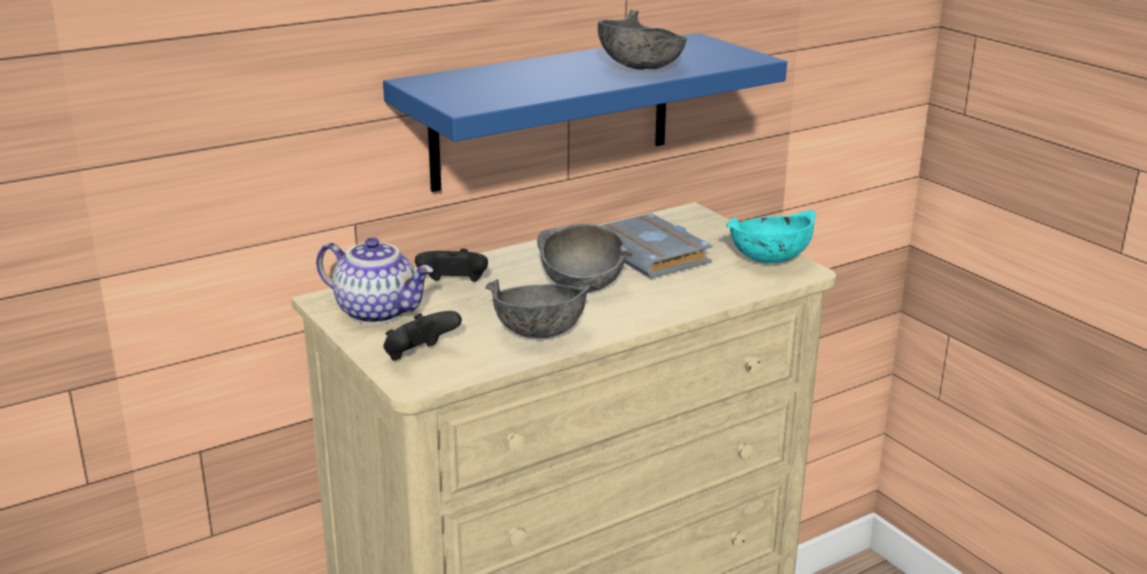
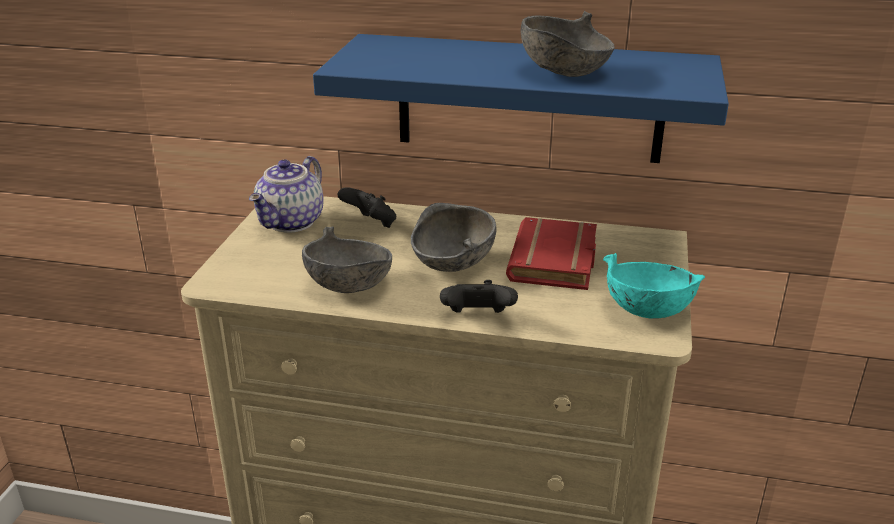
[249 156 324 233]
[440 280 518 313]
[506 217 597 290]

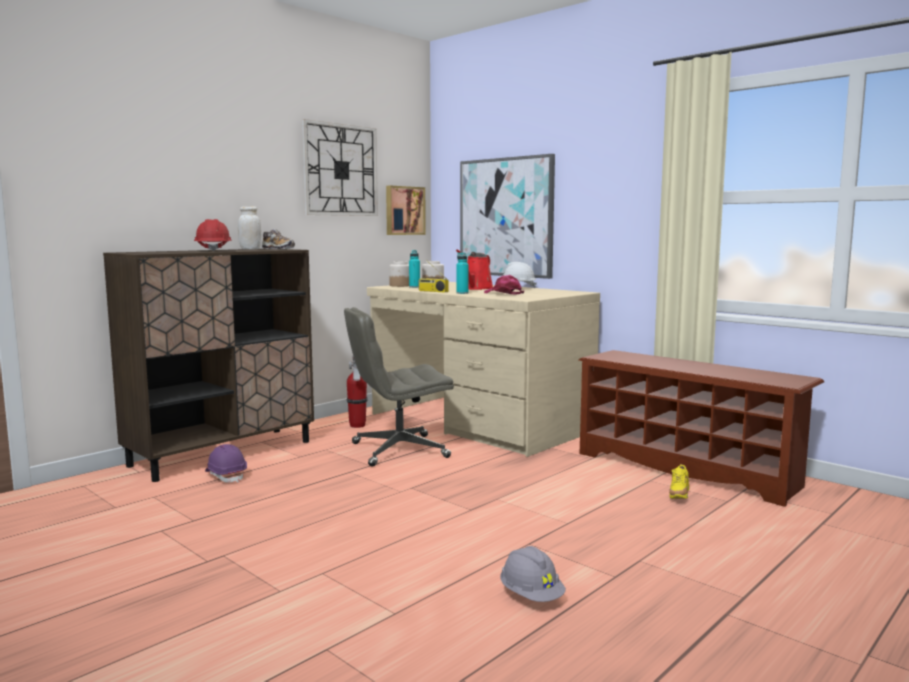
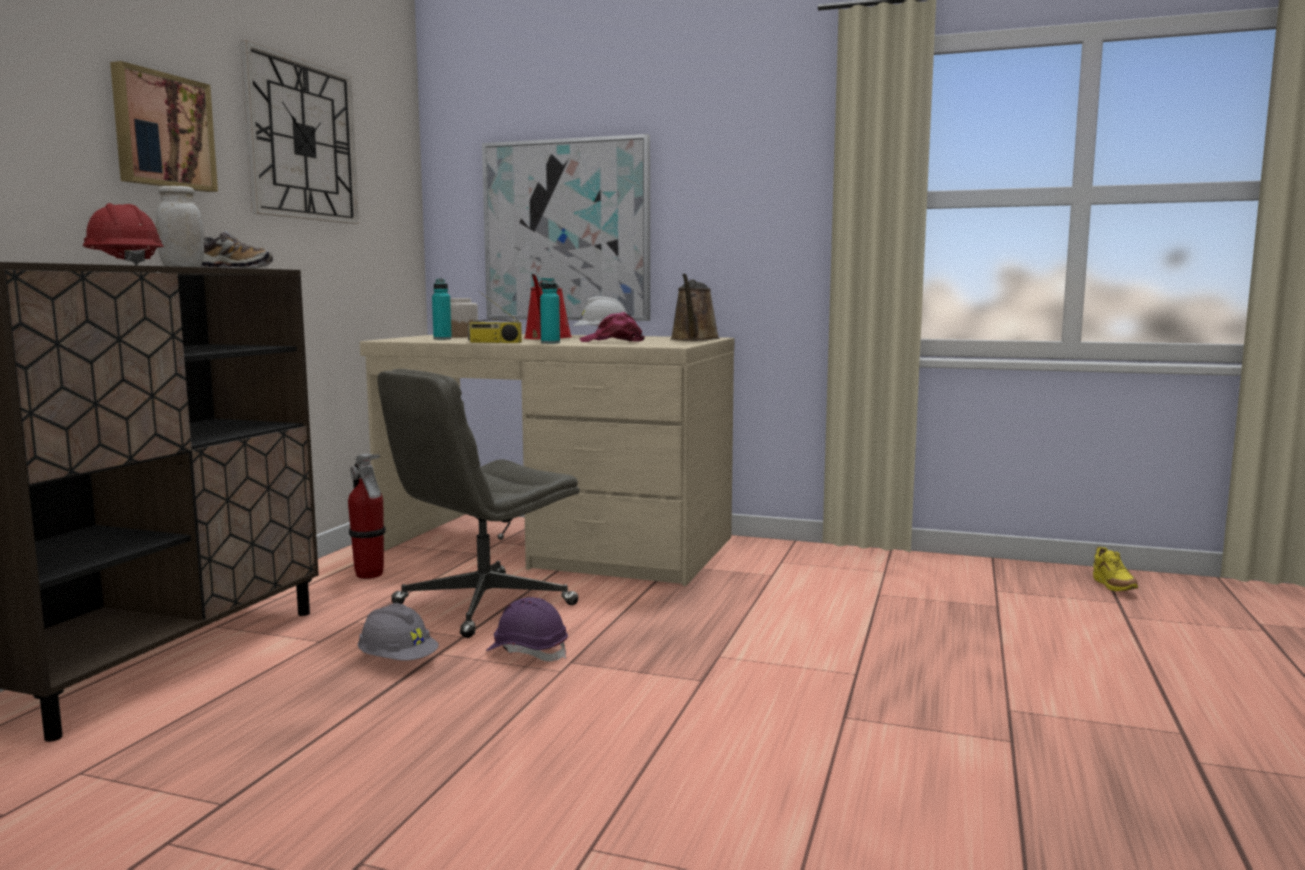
[110 61 218 192]
[357 603 439 661]
[486 597 568 662]
[670 274 720 341]
[1093 547 1138 591]
[389 261 409 287] (first image)
[578 350 824 507] (first image)

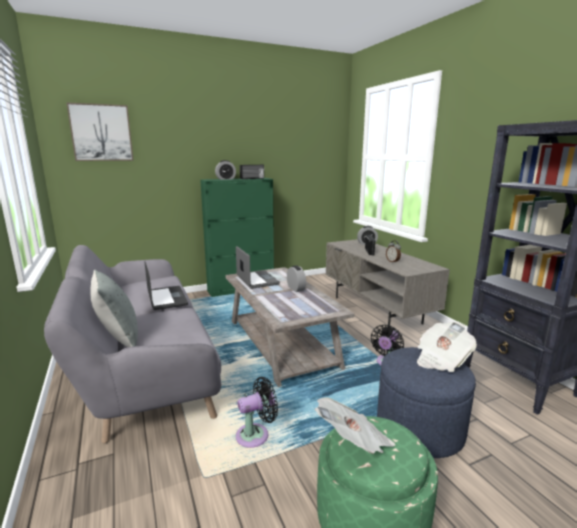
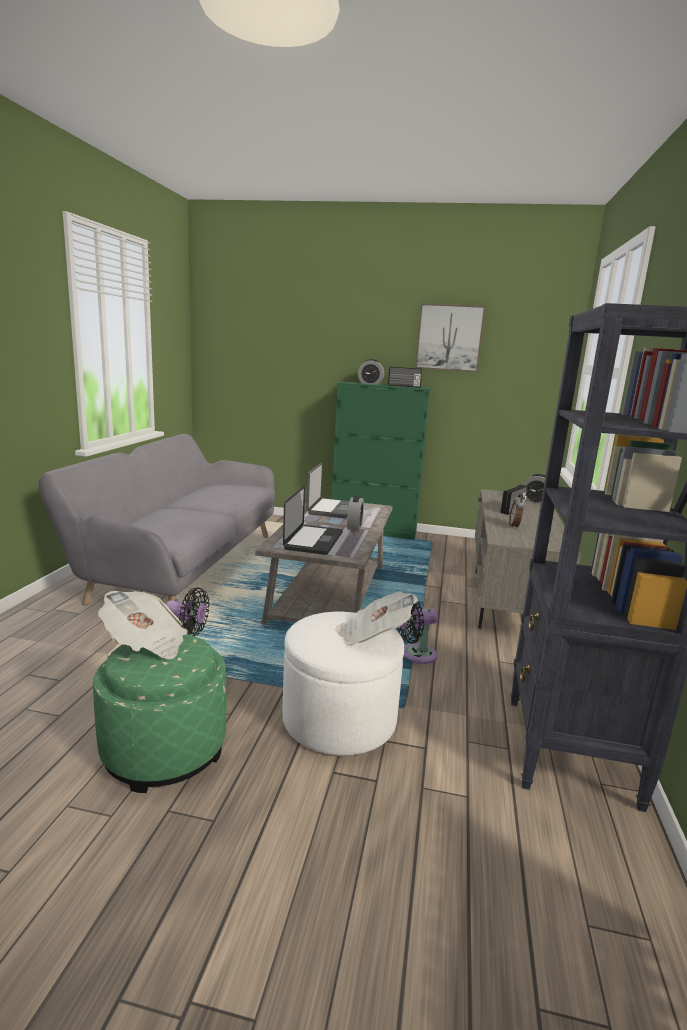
[283 486 343 555]
[283 612 404 756]
[415 303 485 372]
[90 270 138 347] (first image)

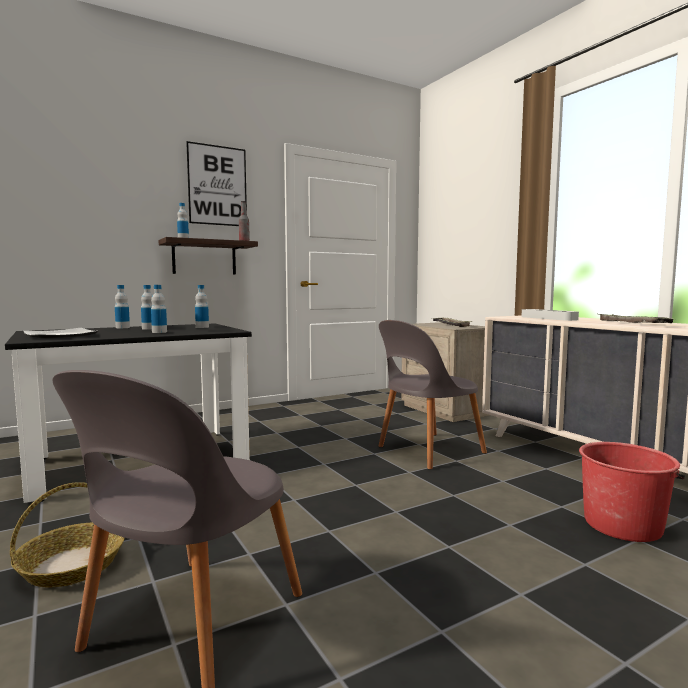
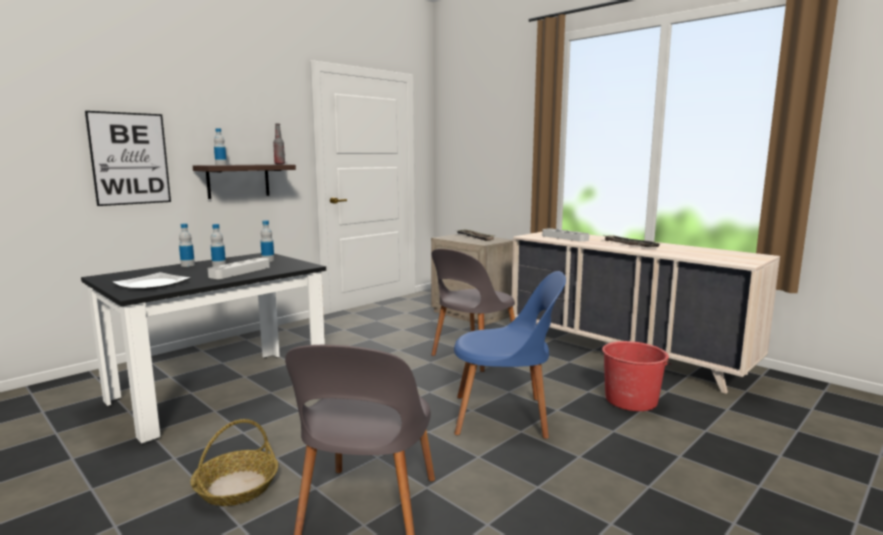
[85 111 171 206]
[208 258 270 279]
[454 271 566 439]

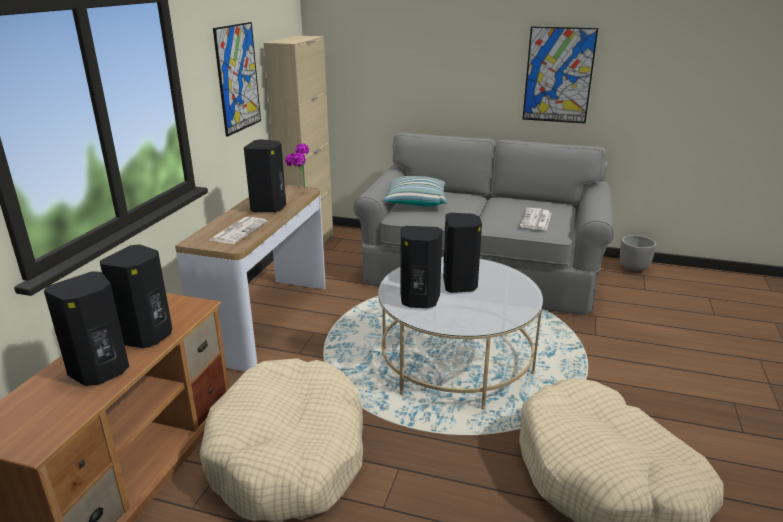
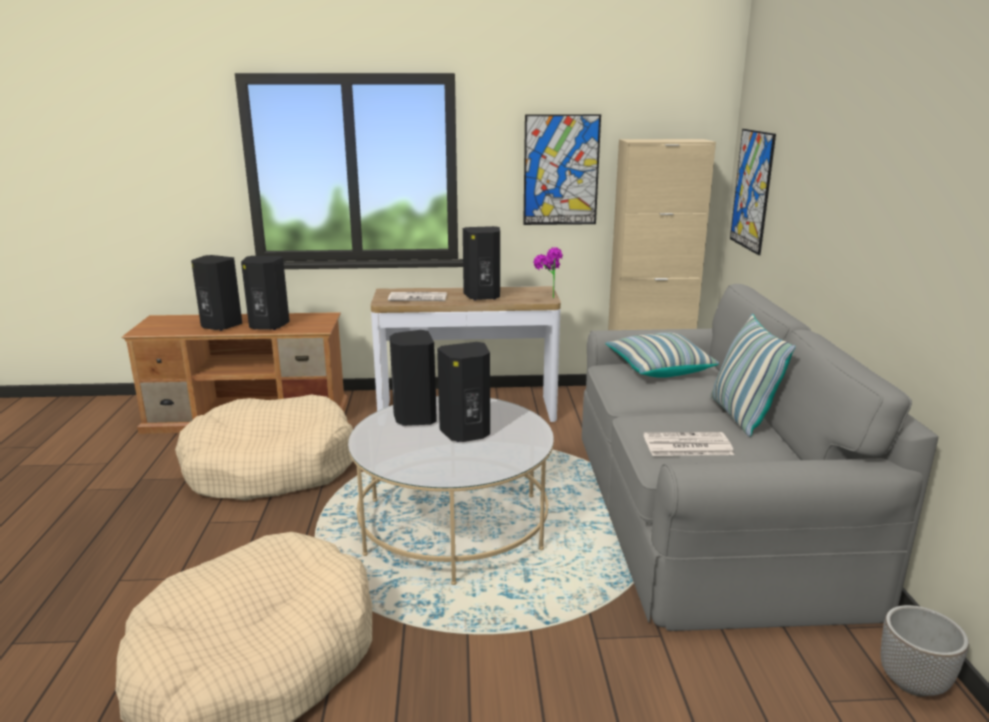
[711 314 796 437]
[730 129 776 255]

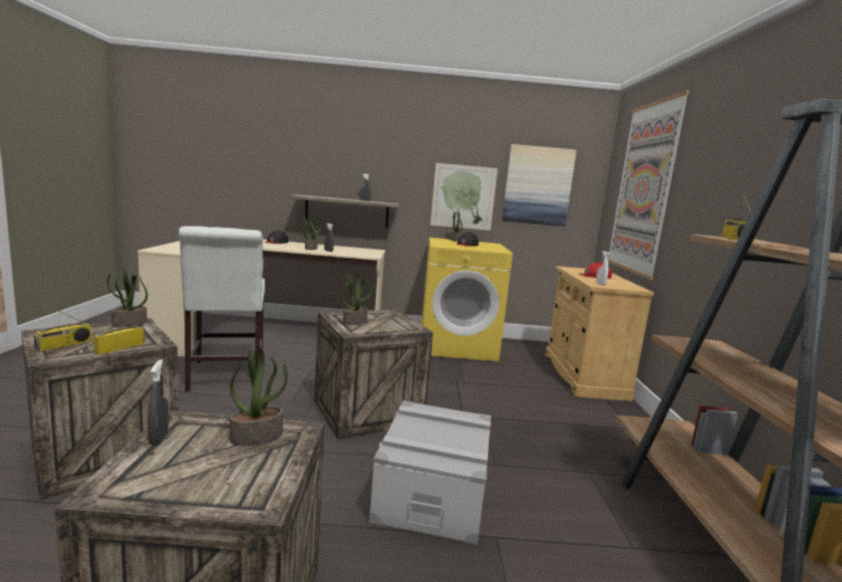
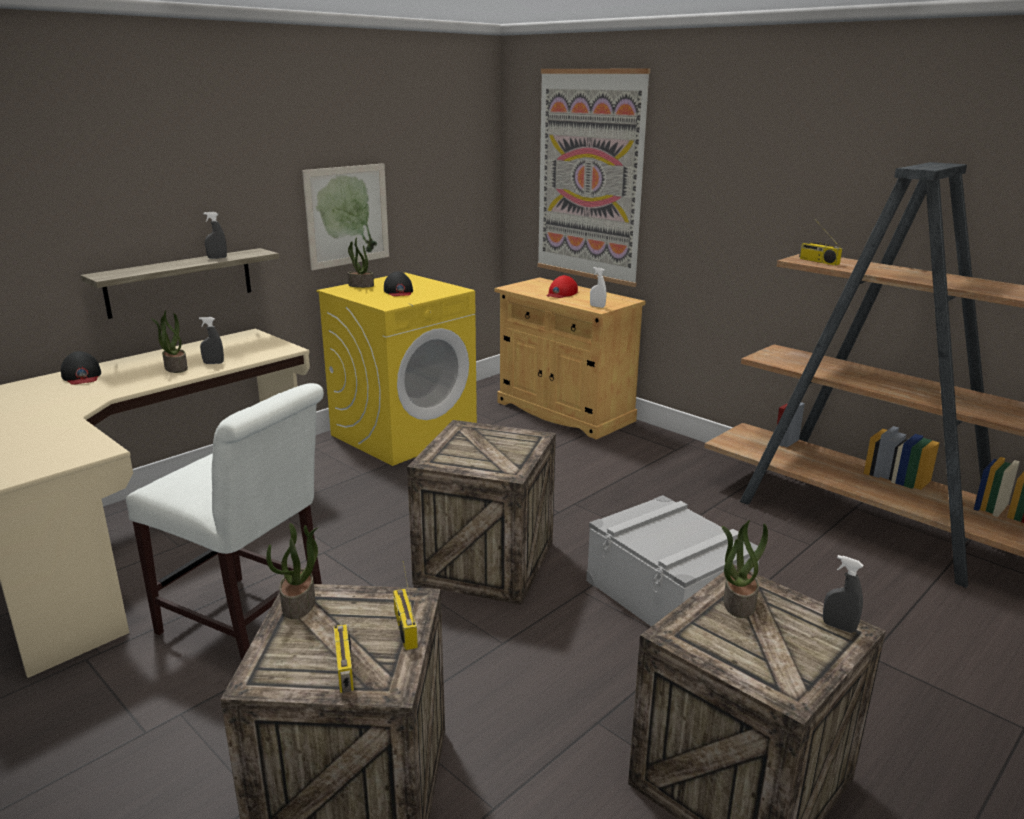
[823 555 863 633]
[341 273 373 325] (first image)
[502 144 577 226] (first image)

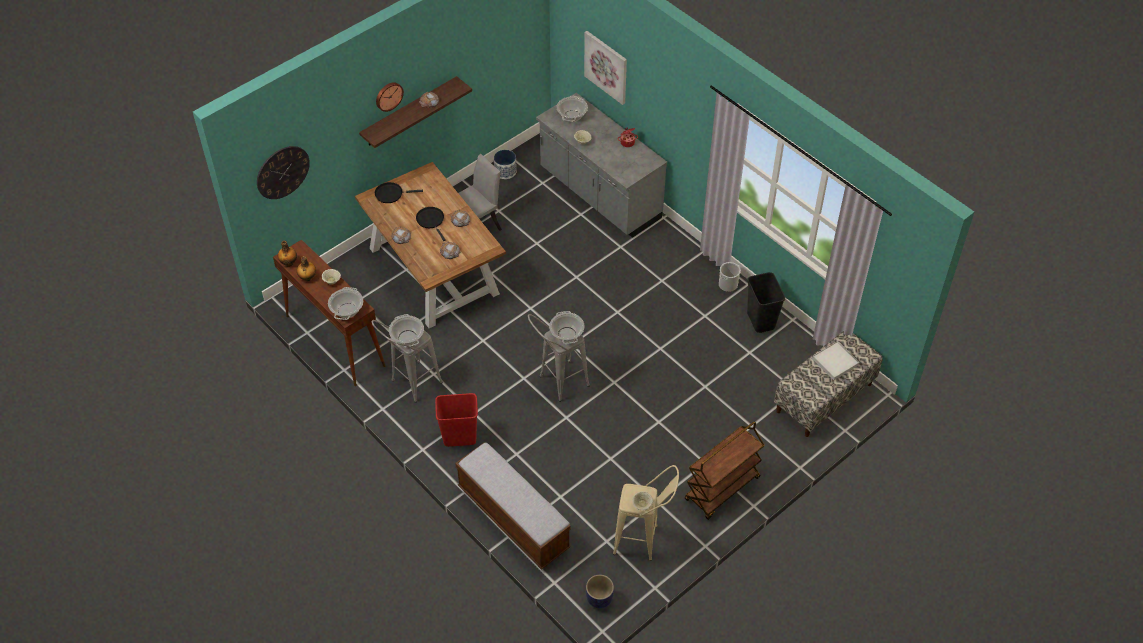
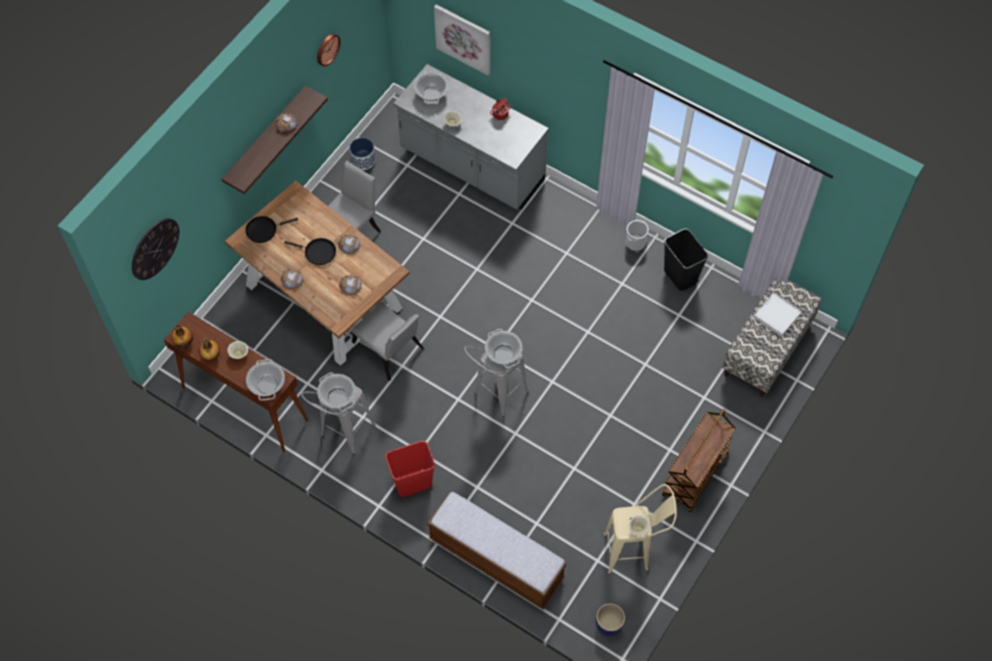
[284 238 336 265]
[317 34 341 67]
[351 302 424 381]

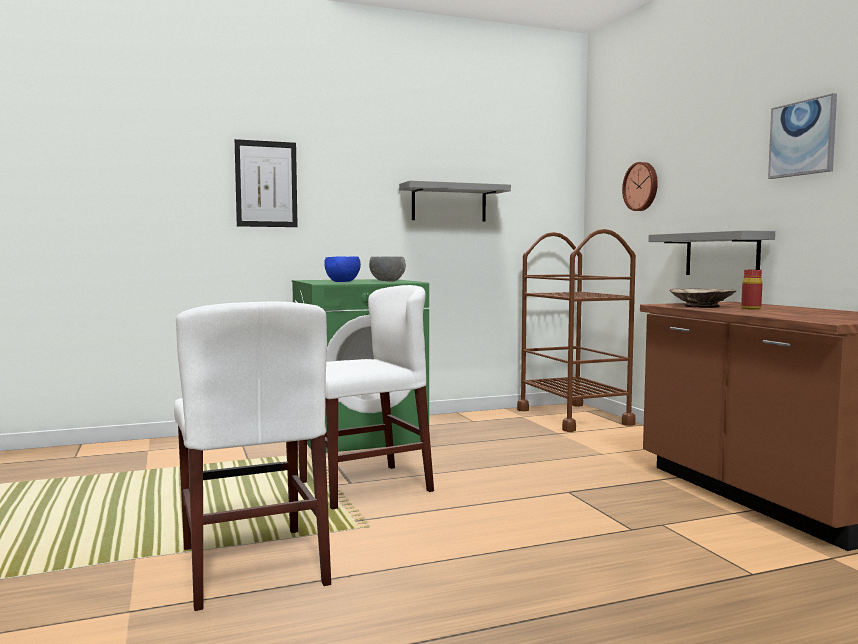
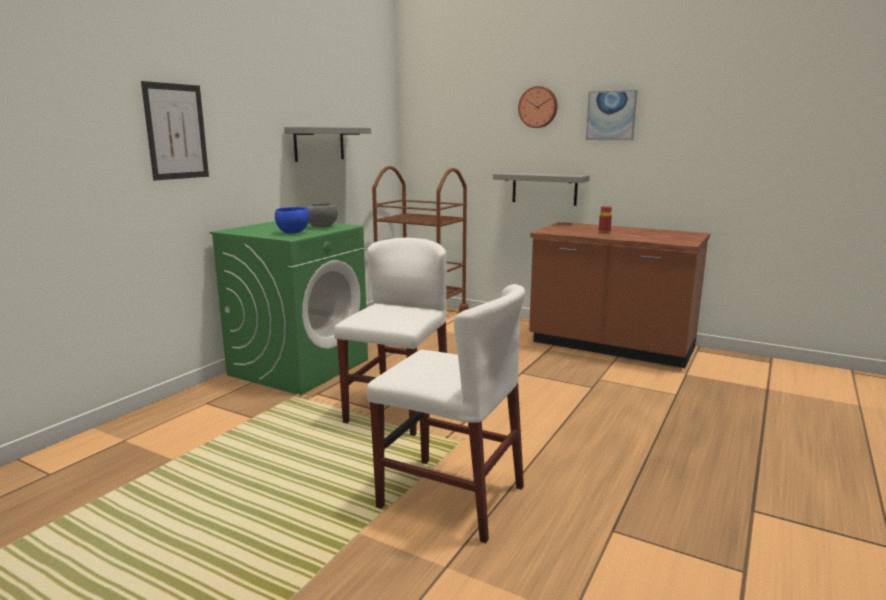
[518 86 557 128]
[670 288 736 308] (first image)

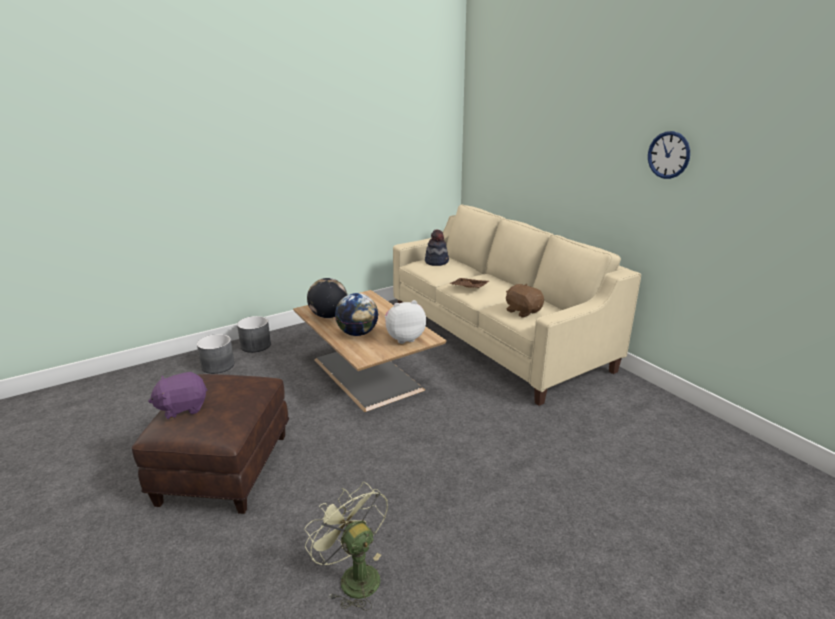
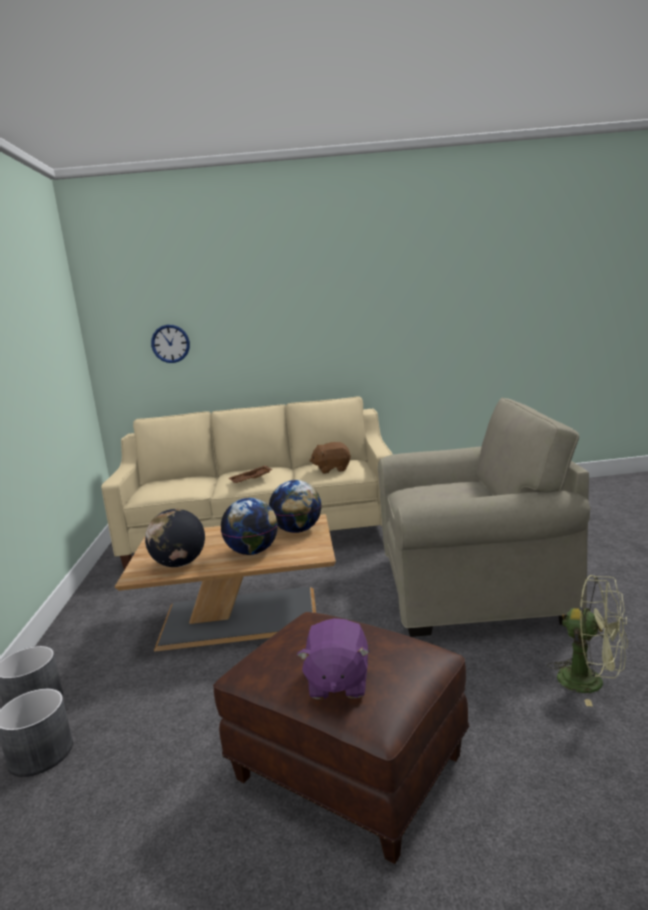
[151 325 190 363]
[269 480 321 533]
[378 398 590 637]
[547 575 628 706]
[425 230 449 266] (first image)

